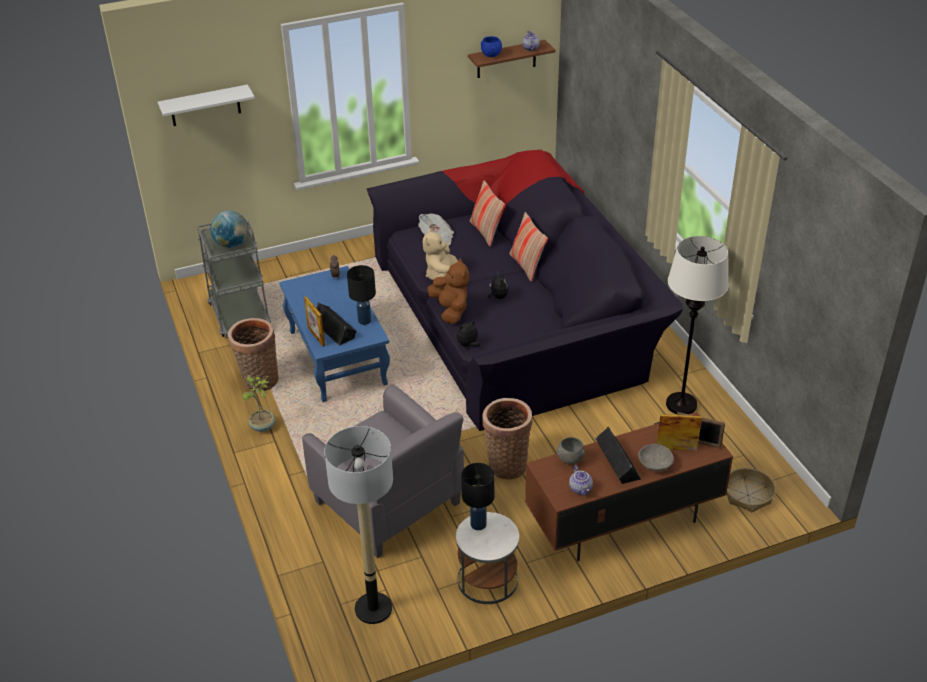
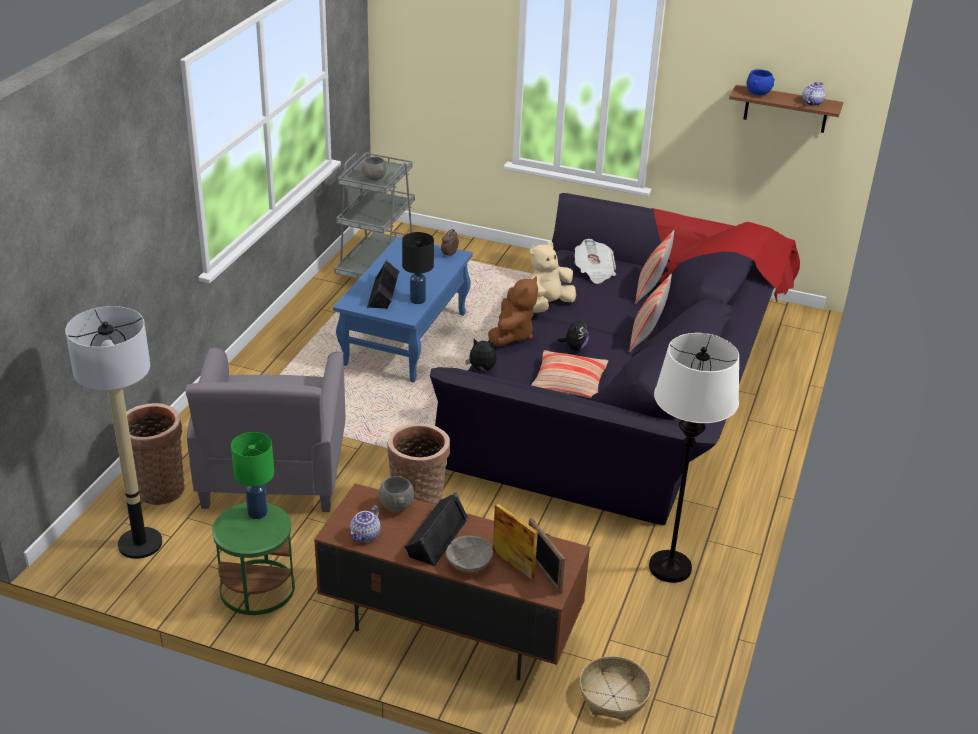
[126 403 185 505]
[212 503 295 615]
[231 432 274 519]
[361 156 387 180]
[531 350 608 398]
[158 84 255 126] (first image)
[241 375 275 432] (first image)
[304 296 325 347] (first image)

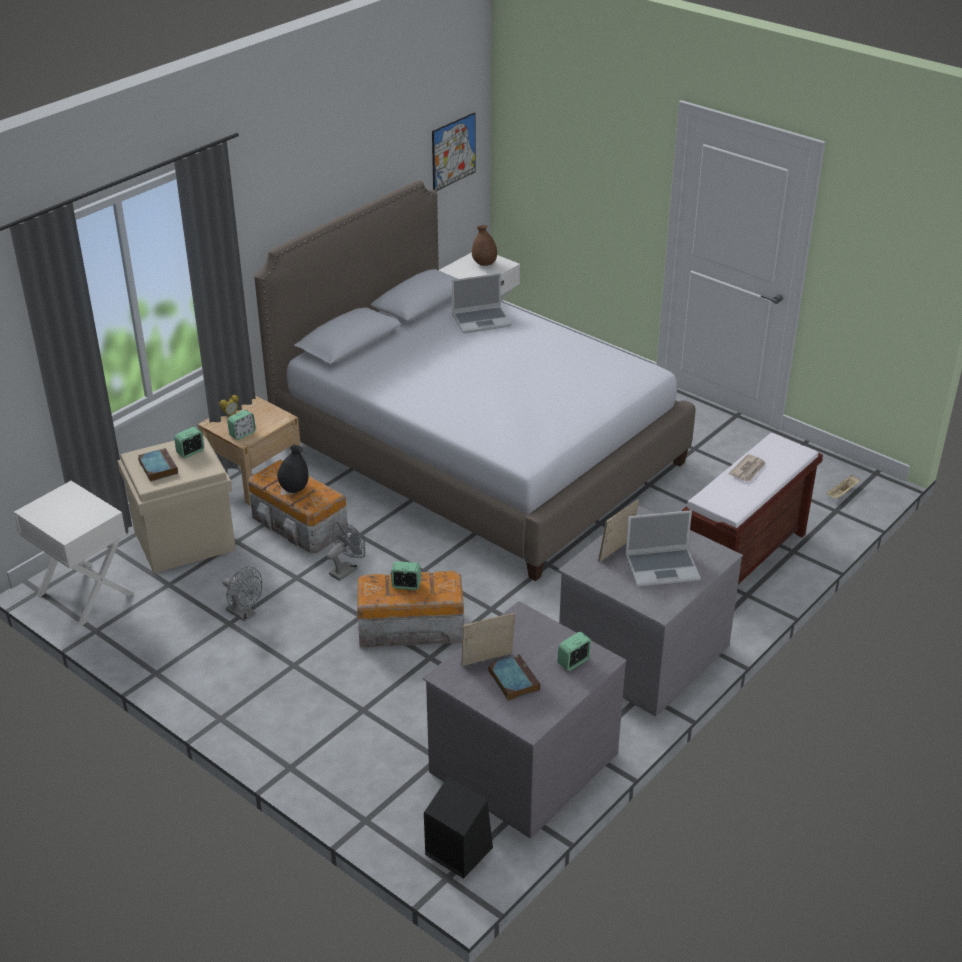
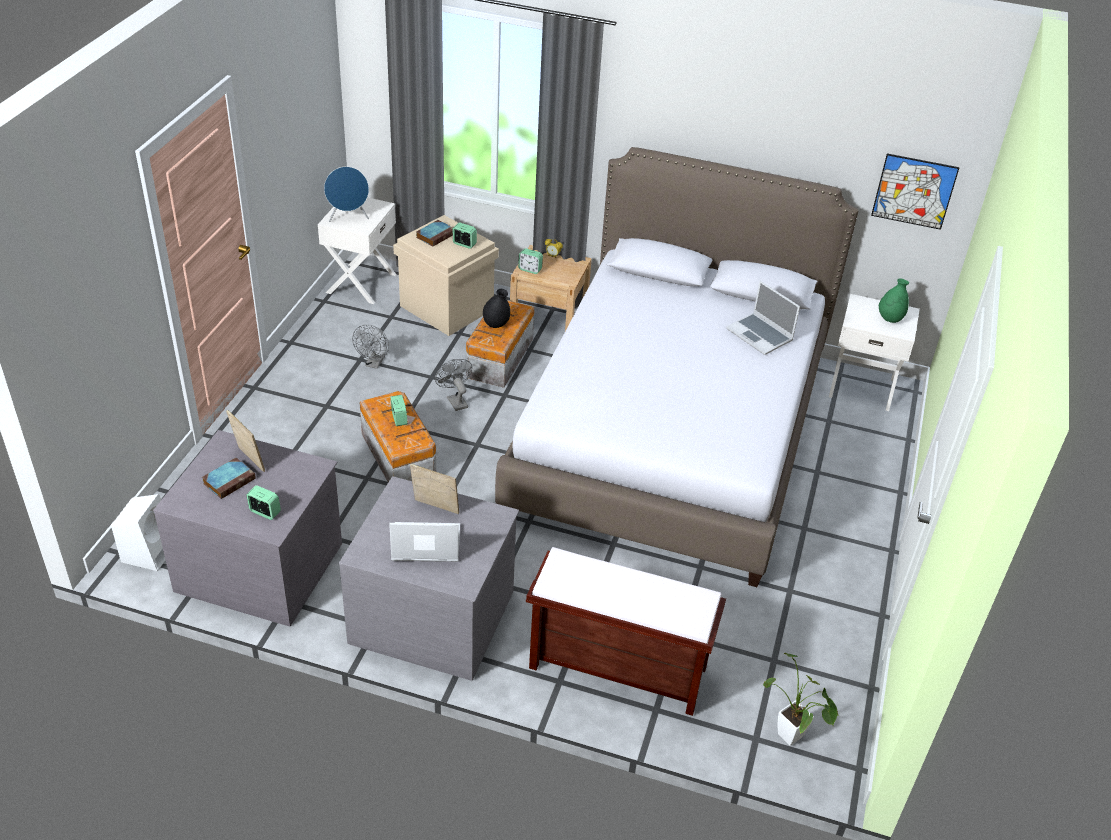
[111 494 165 571]
[324 166 369 222]
[389 522 460 562]
[435 359 472 411]
[763 653 839 746]
[879 278 909 323]
[729 454 766 481] (first image)

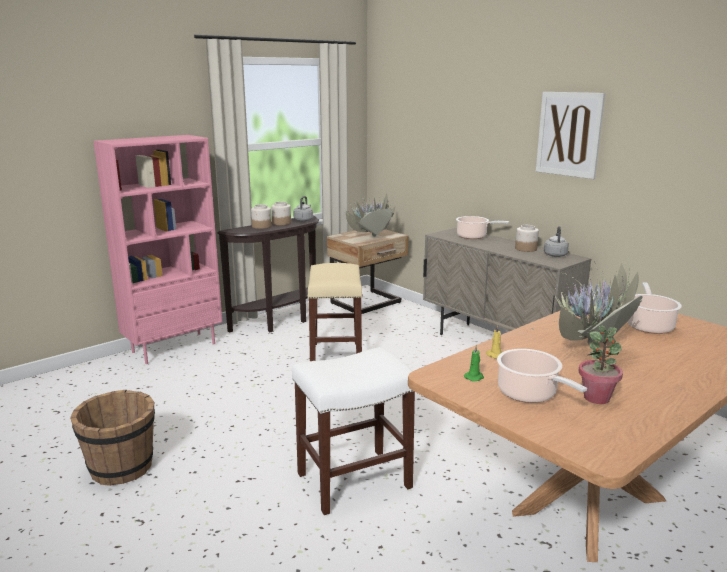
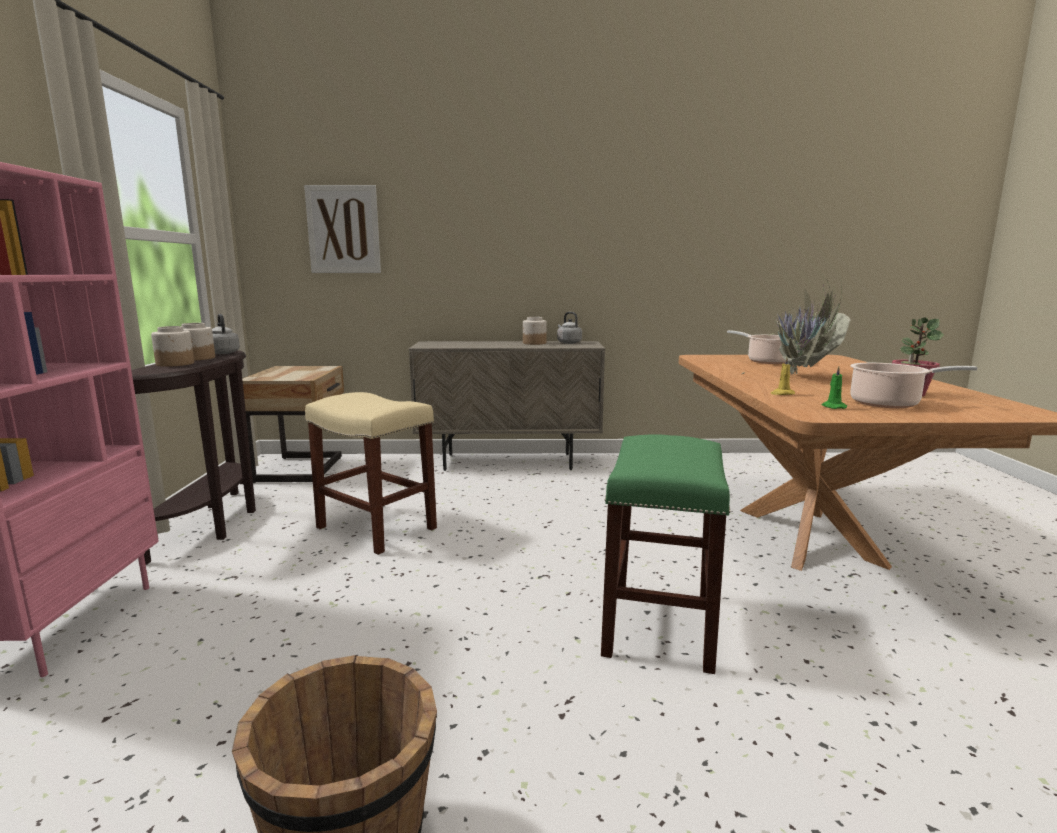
[304 185 381 273]
[601 434 731 674]
[345 189 395 237] (first image)
[456 216 509 239] (first image)

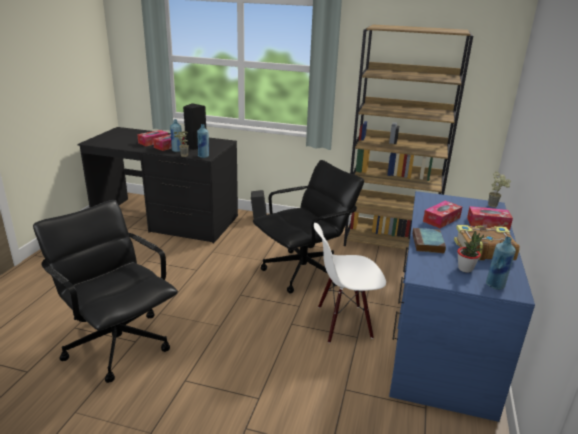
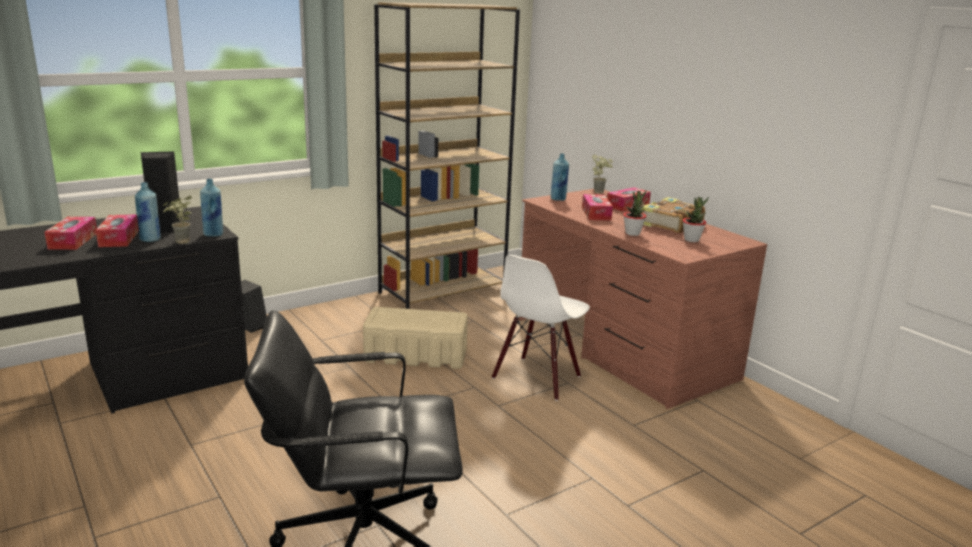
[363 307 468 369]
[518 189 767 409]
[551 153 569 201]
[623 190 646 236]

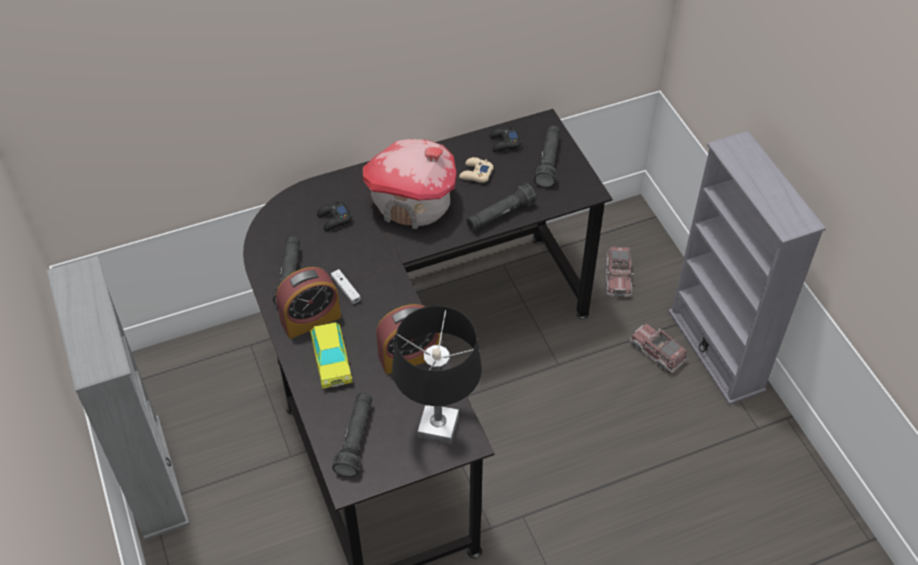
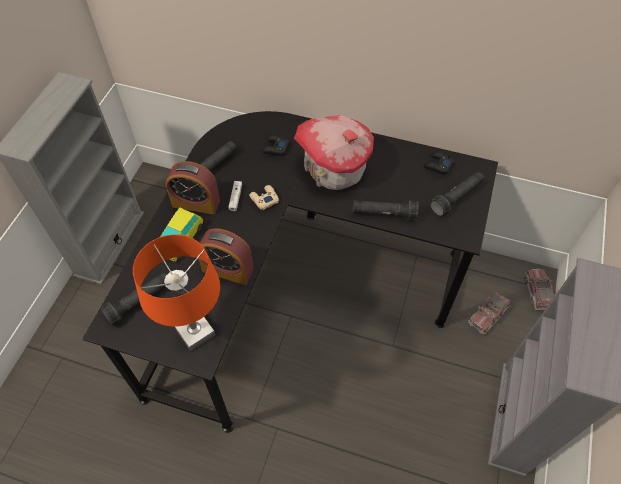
[133 234 220 351]
[249 185 279 210]
[524 269 555 310]

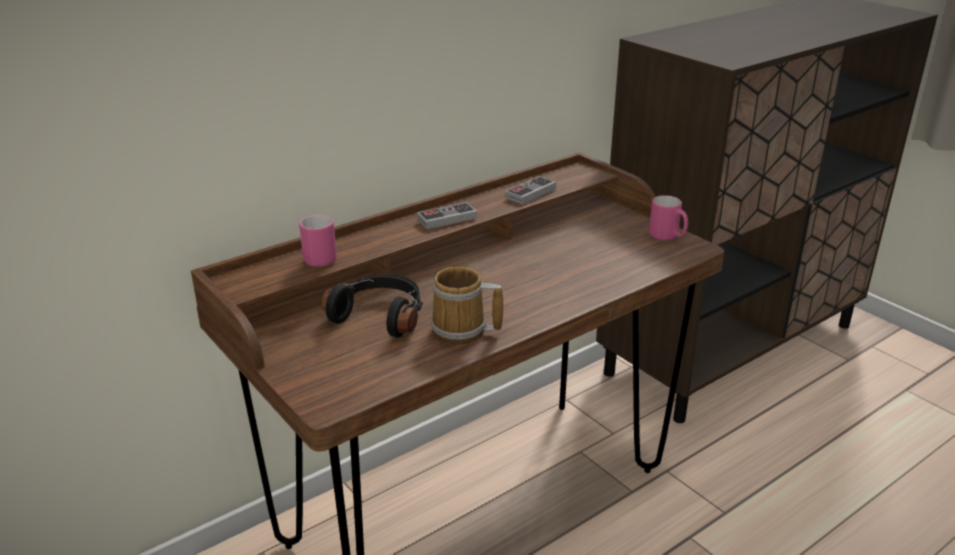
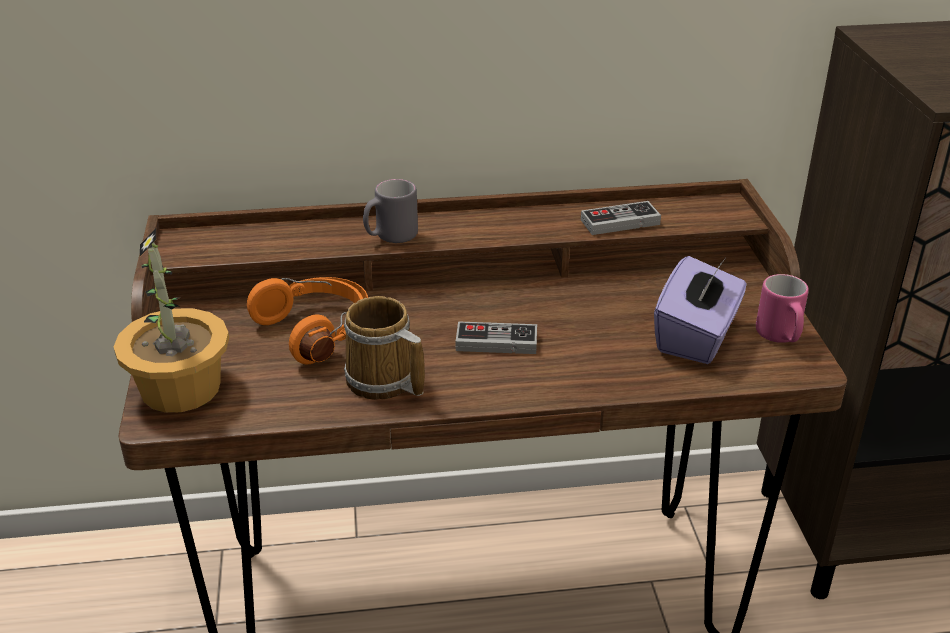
[114 228 229 413]
[247 277 368 364]
[363 179 418 243]
[456 321 537 354]
[654 256 747 364]
[299 215 337 267] (first image)

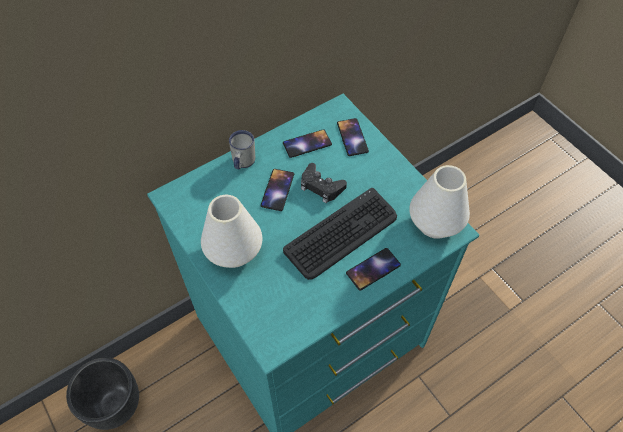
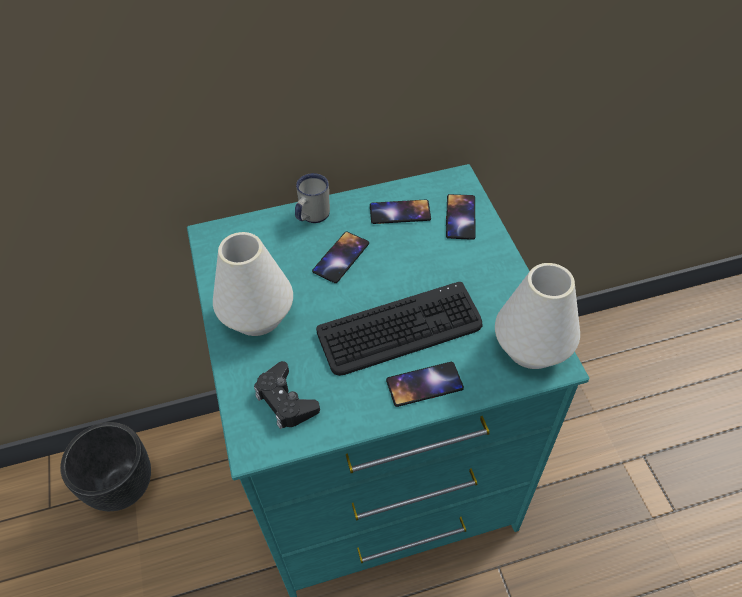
[254 361 320 429]

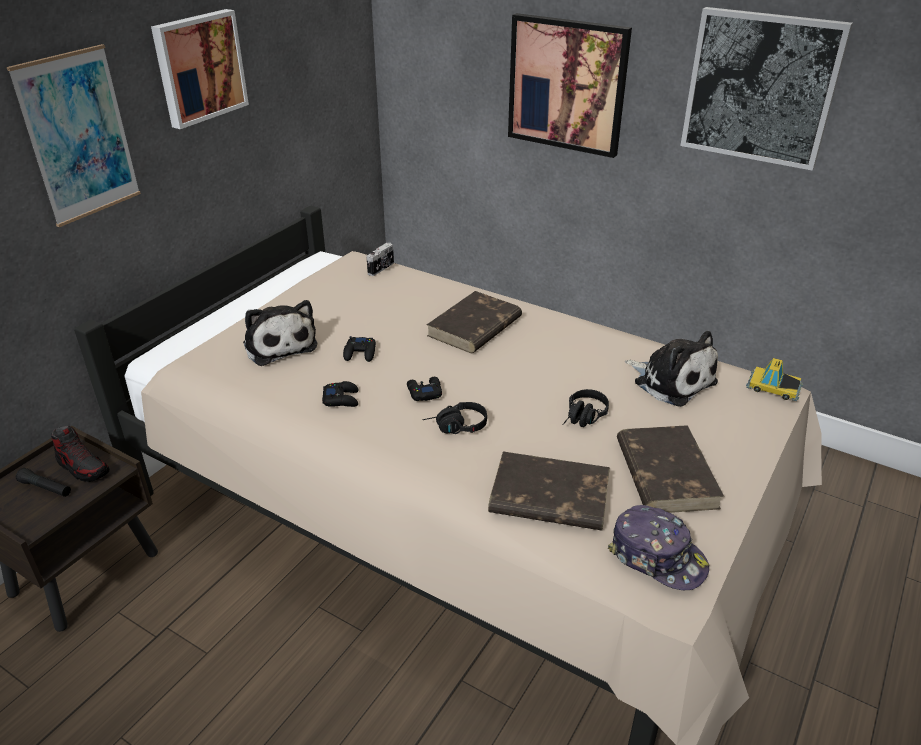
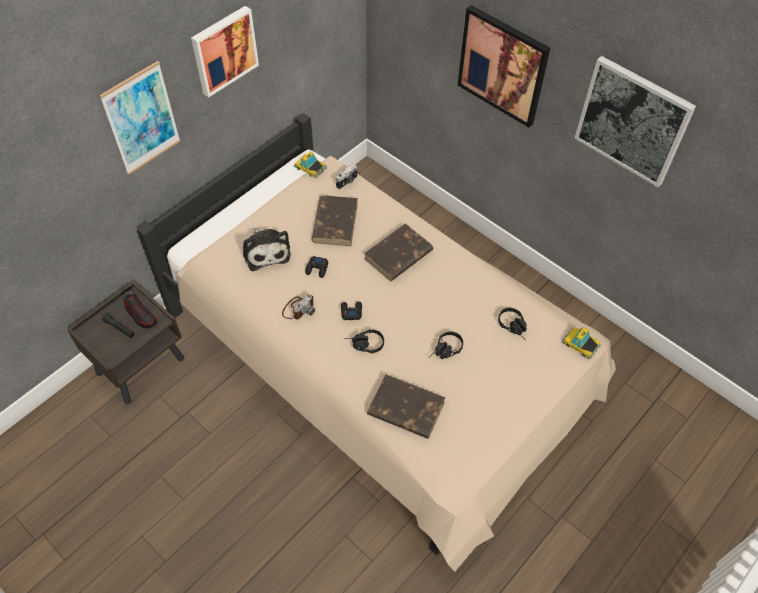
[282 294 315 320]
[294 151 327 178]
[312 195 358 246]
[498 308 527 339]
[608 505 709 590] (first image)

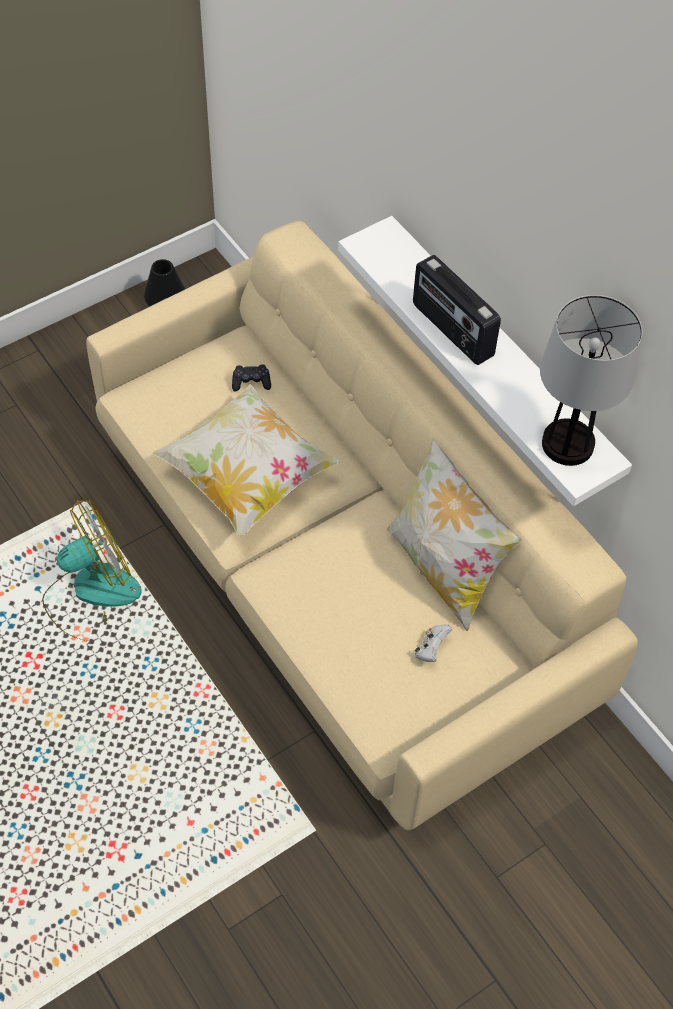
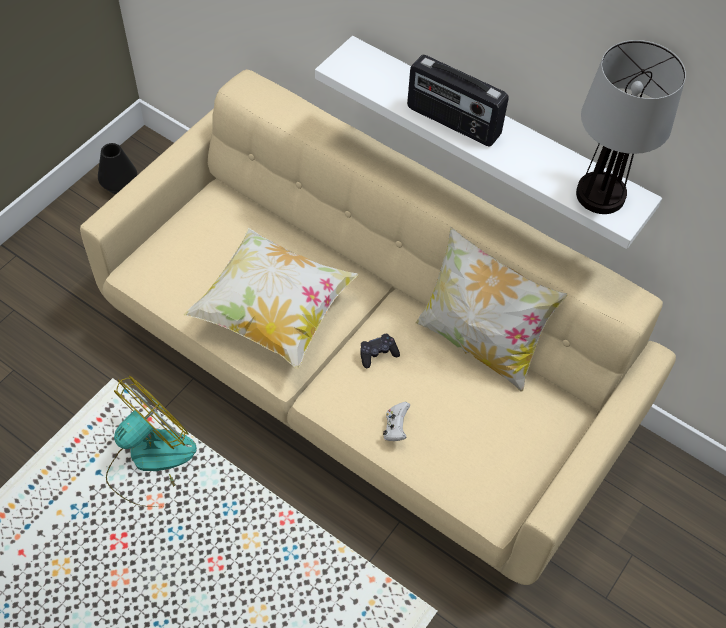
[360 334 400 368]
[383 402 410 441]

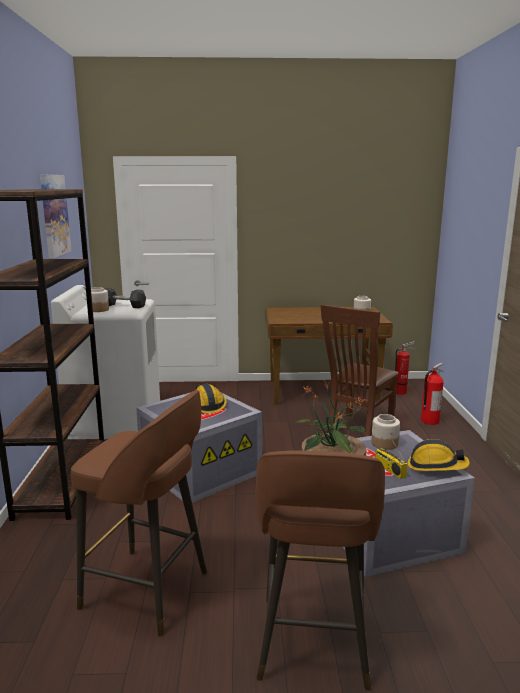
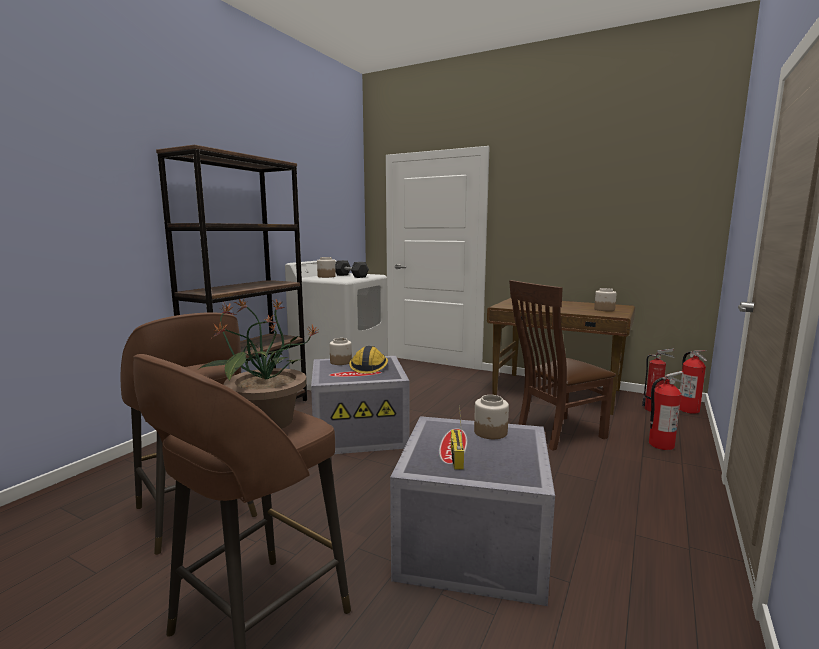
[330 338 352 365]
[679 350 707 414]
[40 174 72 258] (first image)
[408 439 470 471] (first image)

